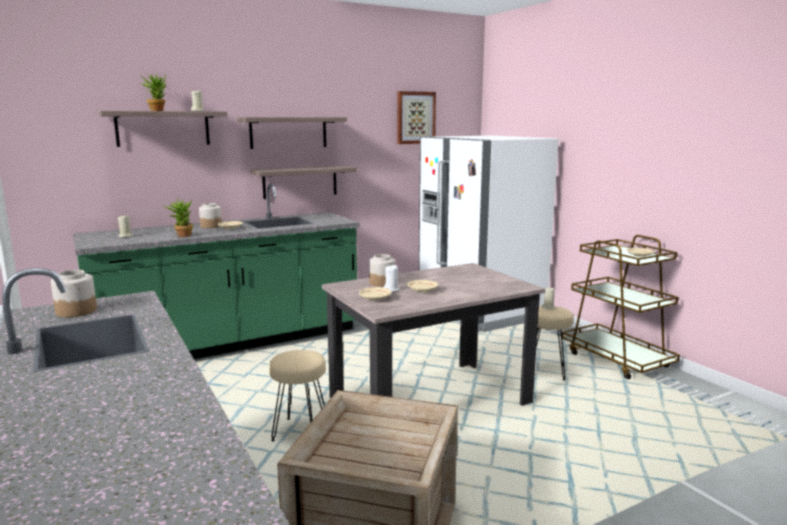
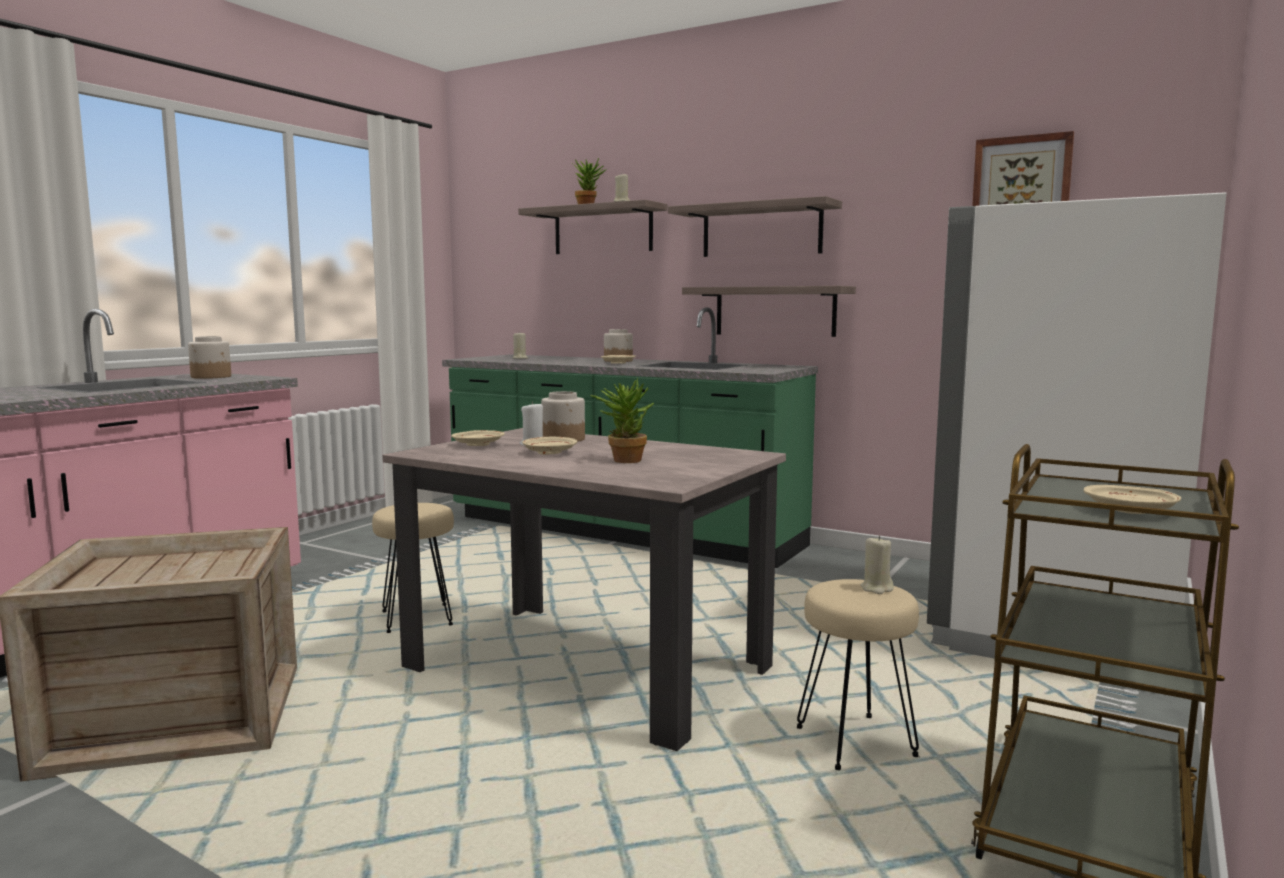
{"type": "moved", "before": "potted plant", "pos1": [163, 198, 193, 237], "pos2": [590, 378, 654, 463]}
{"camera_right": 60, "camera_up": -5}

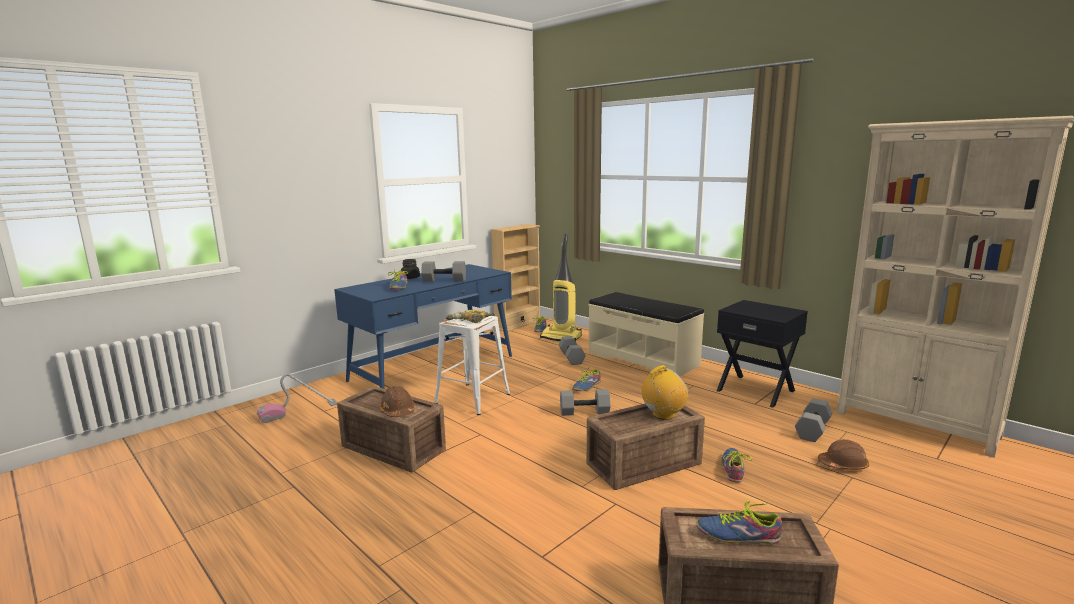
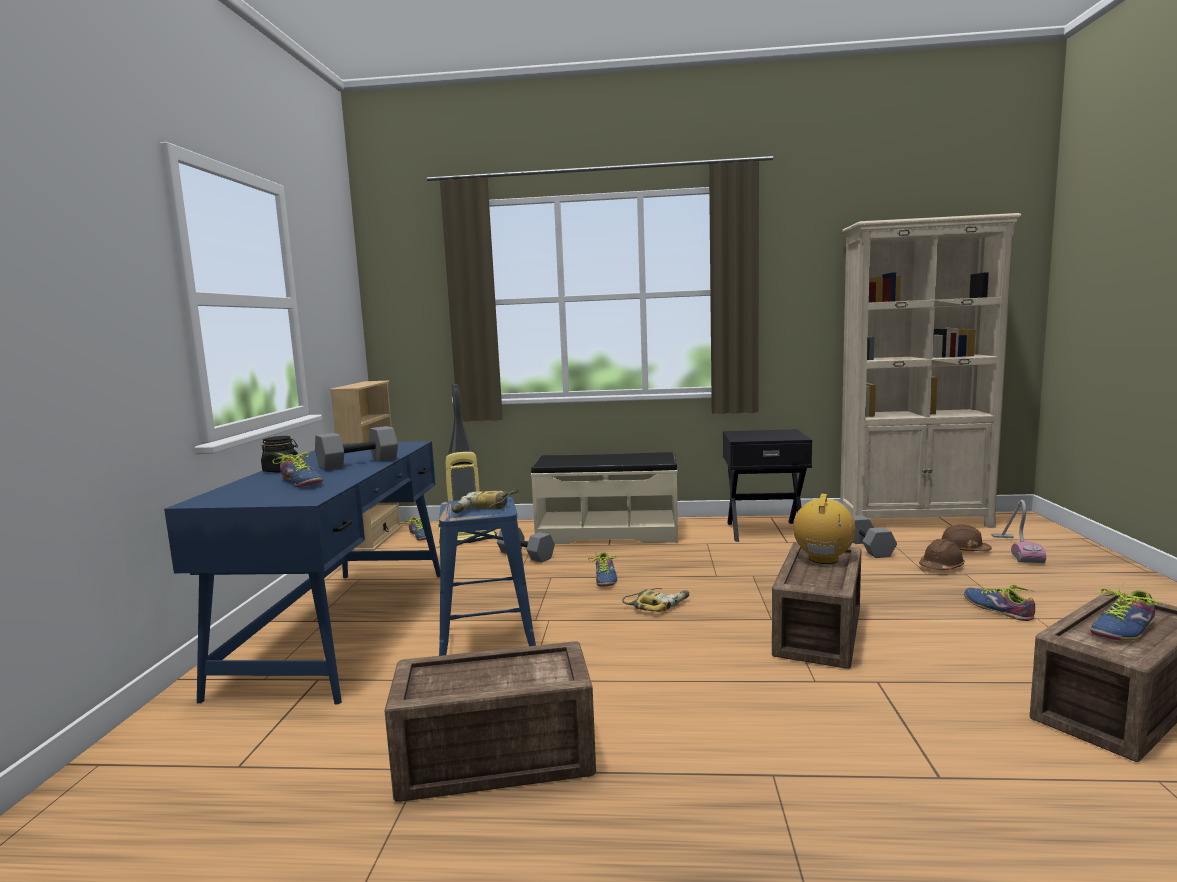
{"type": "recoloured", "before": "white stool", "after": "blue stool", "pos1": [434, 316, 510, 415], "pos2": [439, 497, 536, 656]}
{"type": "moved", "before": "vacuum cleaner", "pos1": [257, 373, 337, 423], "pos2": [991, 500, 1046, 563]}
{"type": "moved", "before": "brown hard hat", "pos1": [379, 386, 414, 417], "pos2": [941, 524, 992, 551]}
{"type": "replaced", "before": "grey dumbbell", "after": "power drill", "pos1": [560, 389, 610, 416], "pos2": [622, 588, 689, 612]}
{"type": "moved", "before": "shoe", "pos1": [721, 448, 752, 483], "pos2": [964, 585, 1035, 621]}
{"camera_right": -40, "camera_up": -5}

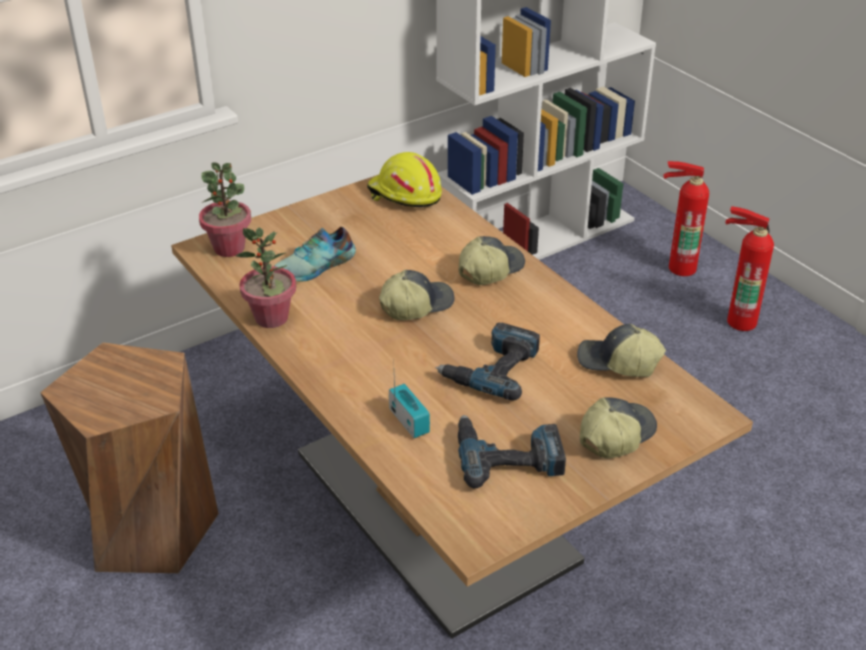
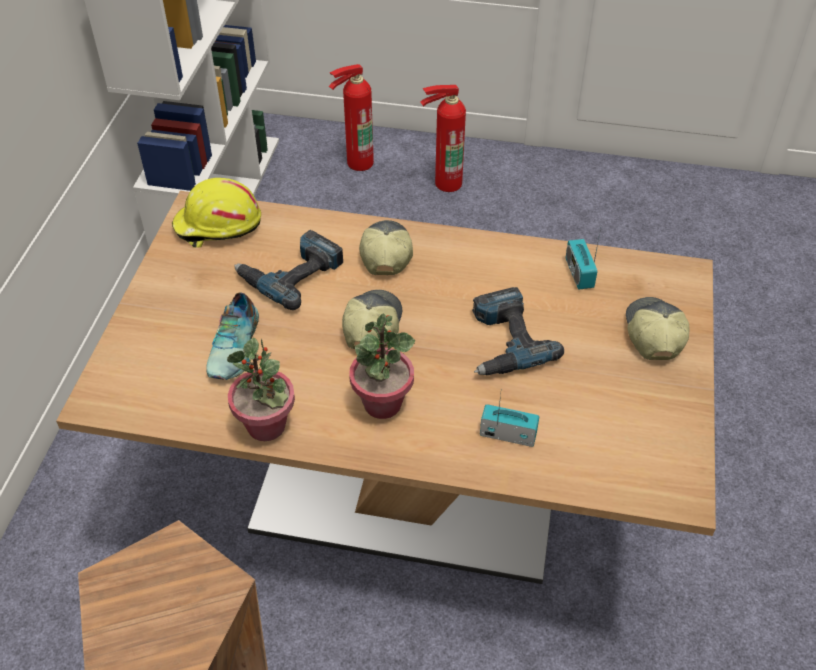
{"type": "moved", "before": "potted plant", "pos1": [199, 162, 251, 257], "pos2": [349, 313, 415, 419]}
{"type": "replaced", "before": "cap", "after": "radio", "pos1": [577, 324, 666, 377], "pos2": [566, 228, 601, 290]}
{"type": "moved", "before": "power drill", "pos1": [458, 415, 566, 488], "pos2": [234, 230, 343, 310]}
{"camera_right": -45, "camera_up": 10}

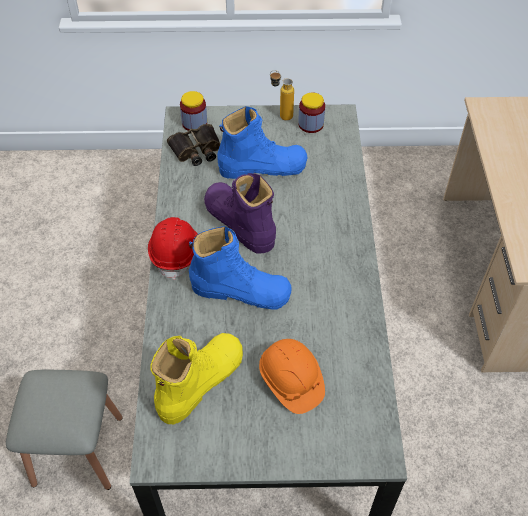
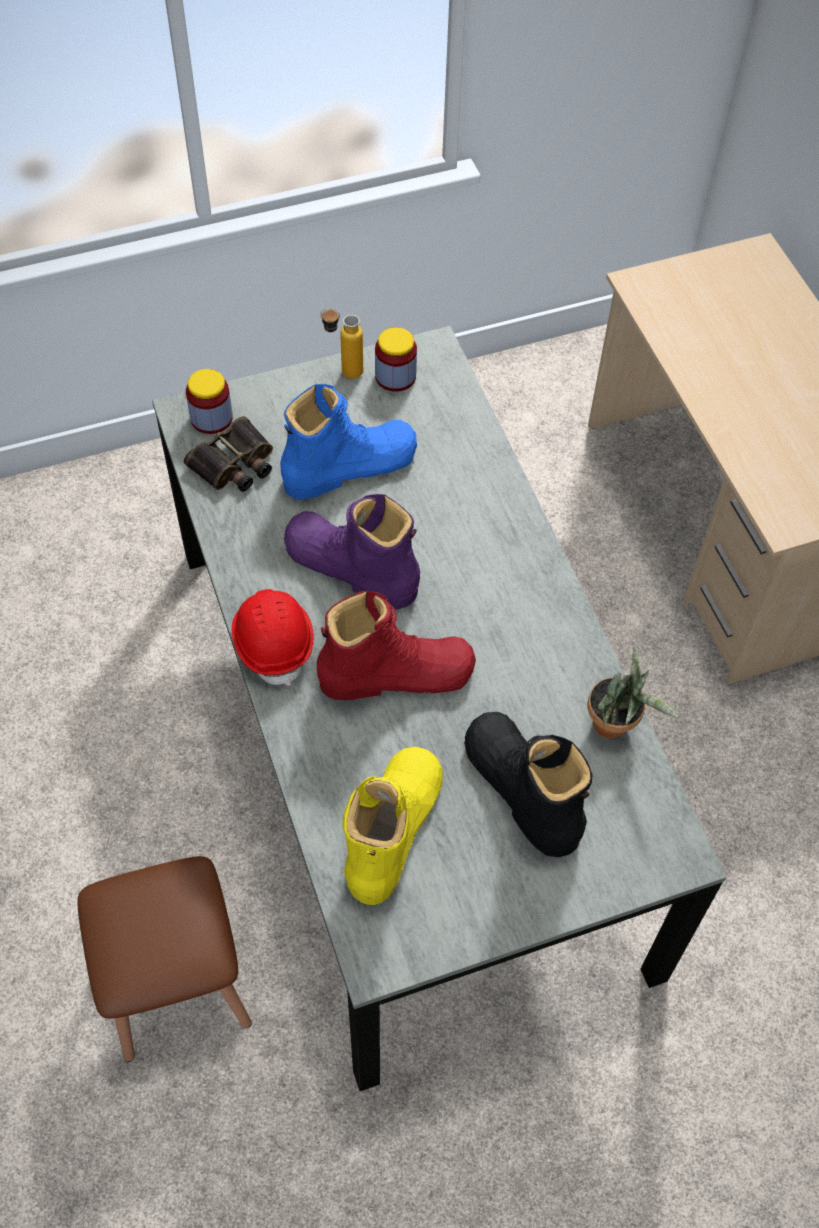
{"type": "recoloured", "before": "blue boot", "after": "red boot", "pos1": [189, 226, 292, 310], "pos2": [317, 591, 476, 700]}
{"type": "replaced", "before": "orange hard hat", "after": "black boot", "pos1": [259, 339, 325, 414], "pos2": [464, 712, 593, 857]}
{"type": "recoloured", "before": "grey stool", "after": "brown stool", "pos1": [6, 370, 123, 490], "pos2": [77, 856, 252, 1062]}
{"type": "added", "after": "potted plant", "pos2": [588, 647, 678, 739]}
{"camera_right": -20, "camera_up": 5}

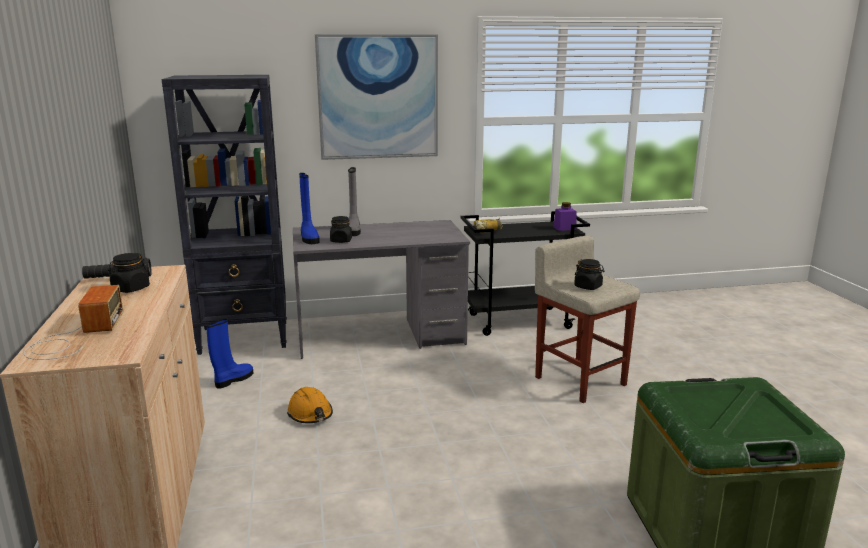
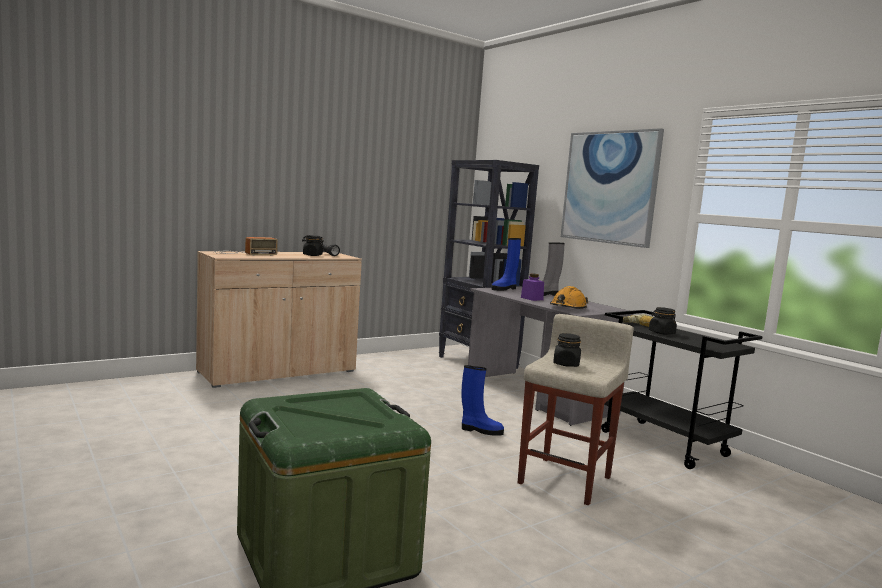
{"type": "moved", "before": "purple jar", "pos1": [554, 202, 577, 231], "pos2": [521, 274, 544, 301]}
{"type": "moved", "before": "black jar", "pos1": [330, 216, 352, 243], "pos2": [649, 307, 677, 335]}
{"type": "moved", "before": "blue boot", "pos1": [206, 319, 254, 389], "pos2": [461, 365, 504, 436]}
{"type": "moved", "before": "orange hard hat", "pos1": [287, 387, 333, 423], "pos2": [550, 286, 588, 310]}
{"camera_right": 65, "camera_up": -10}

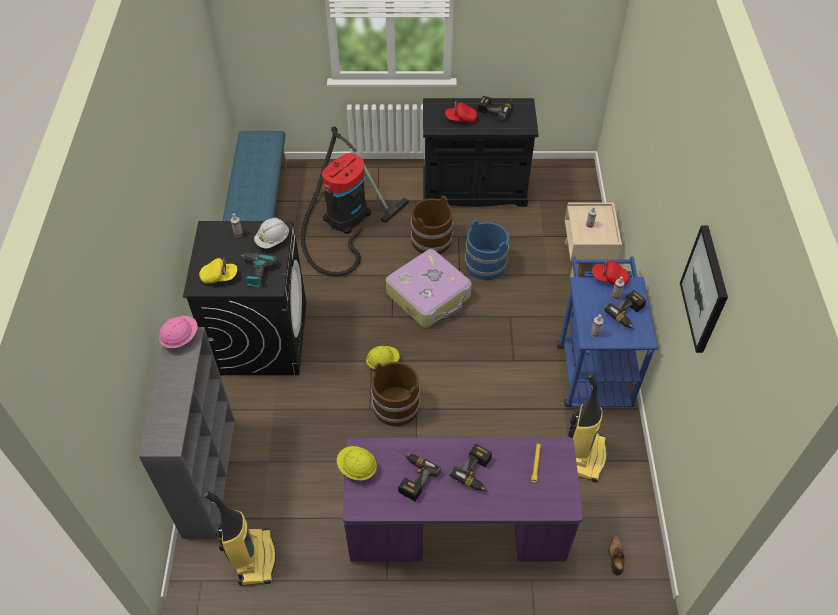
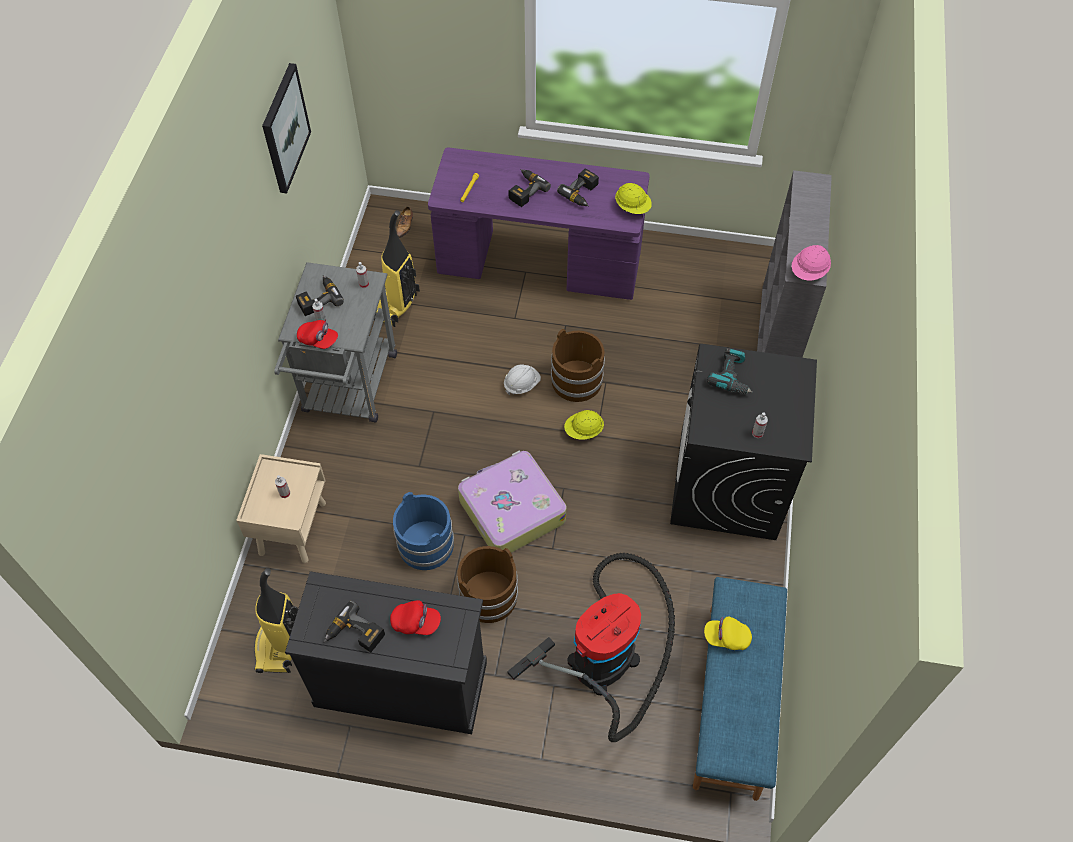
{"type": "moved", "before": "white hard hat", "pos1": [254, 218, 289, 249], "pos2": [504, 365, 541, 395]}
{"type": "recoloured", "before": "blue cart", "after": "grey cart", "pos1": [557, 257, 658, 407], "pos2": [274, 262, 397, 423]}
{"type": "moved", "before": "yellow cap", "pos1": [199, 258, 237, 284], "pos2": [704, 616, 752, 650]}
{"type": "moved", "before": "vacuum cleaner", "pos1": [203, 490, 276, 586], "pos2": [254, 568, 298, 673]}
{"camera_right": -170, "camera_up": 5}

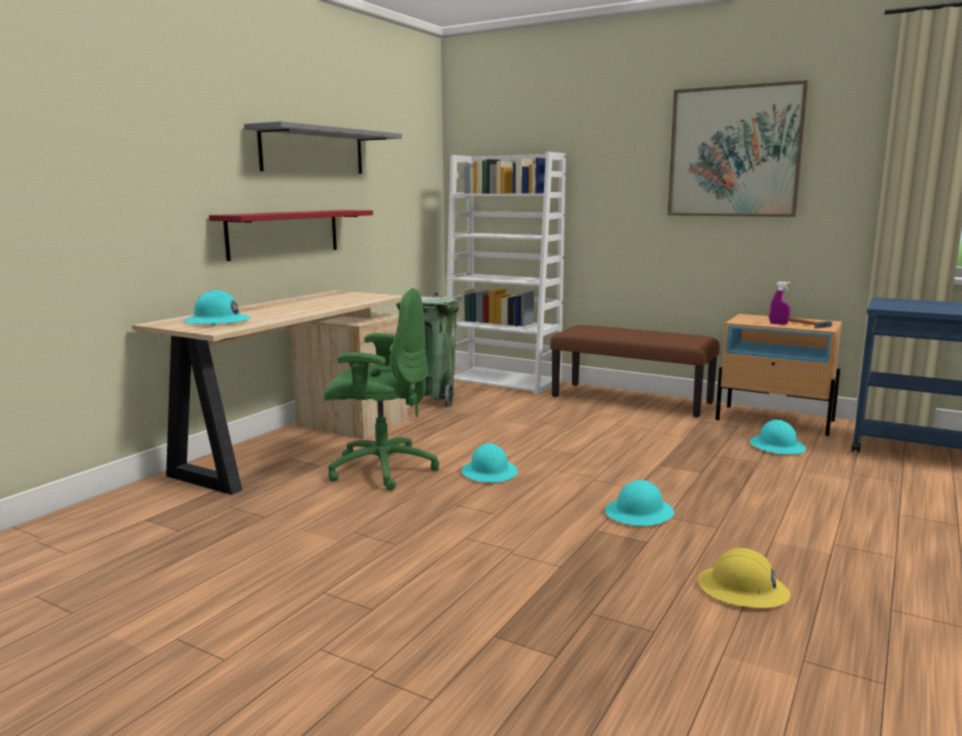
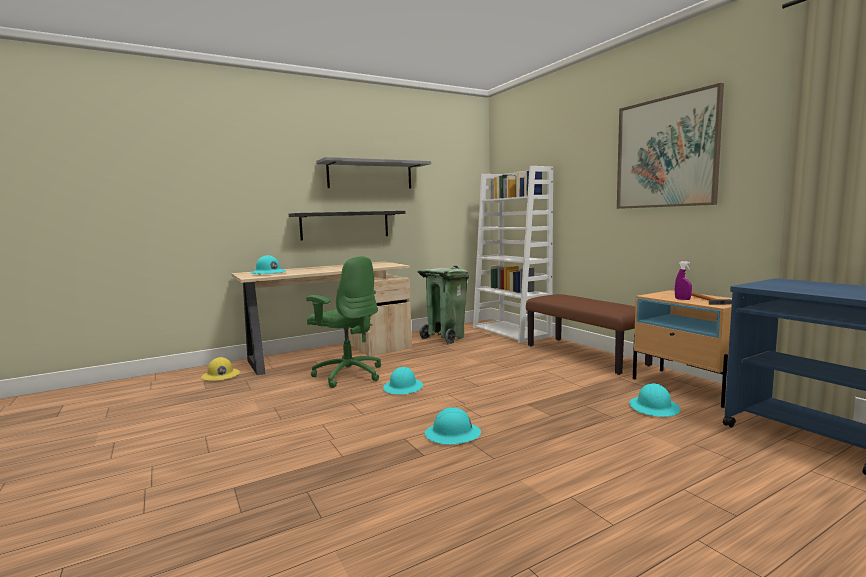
{"type": "recoloured", "before": "red shelf", "after": "black shelf", "pos1": [209, 210, 373, 261], "pos2": [289, 211, 406, 240]}
{"type": "moved", "before": "yellow hard hat", "pos1": [698, 548, 791, 608], "pos2": [201, 357, 240, 381]}
{"camera_right": 30, "camera_up": -5}

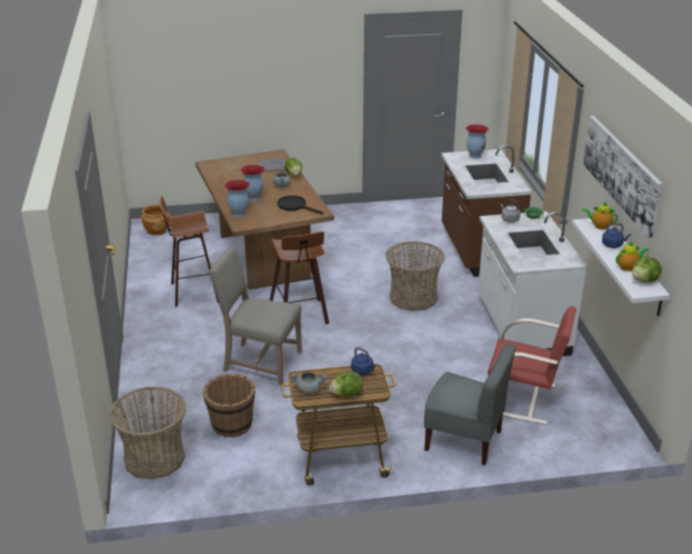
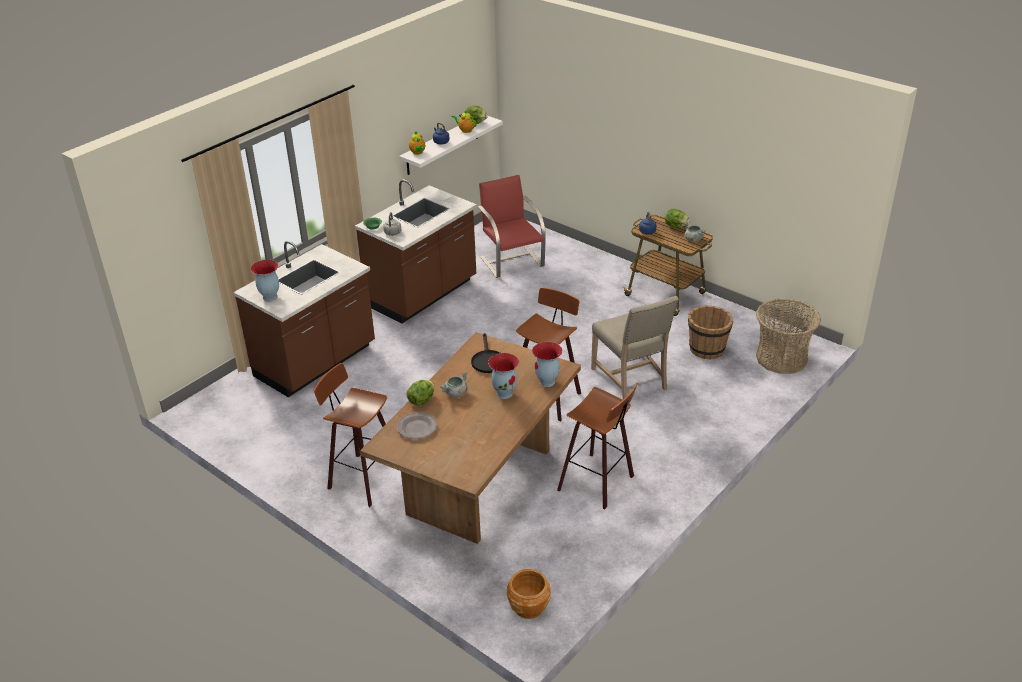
{"type": "removed", "before": "picture", "pos1": [583, 116, 663, 238]}
{"type": "recoloured", "before": "white counter", "after": "brown counter", "pos1": [478, 211, 587, 356], "pos2": [355, 179, 477, 324]}
{"type": "removed", "before": "basket", "pos1": [385, 241, 445, 311]}
{"type": "removed", "before": "grey chair", "pos1": [424, 344, 516, 465]}
{"type": "added", "after": "stool", "pos2": [314, 363, 387, 507]}
{"camera_right": -130, "camera_up": 5}

